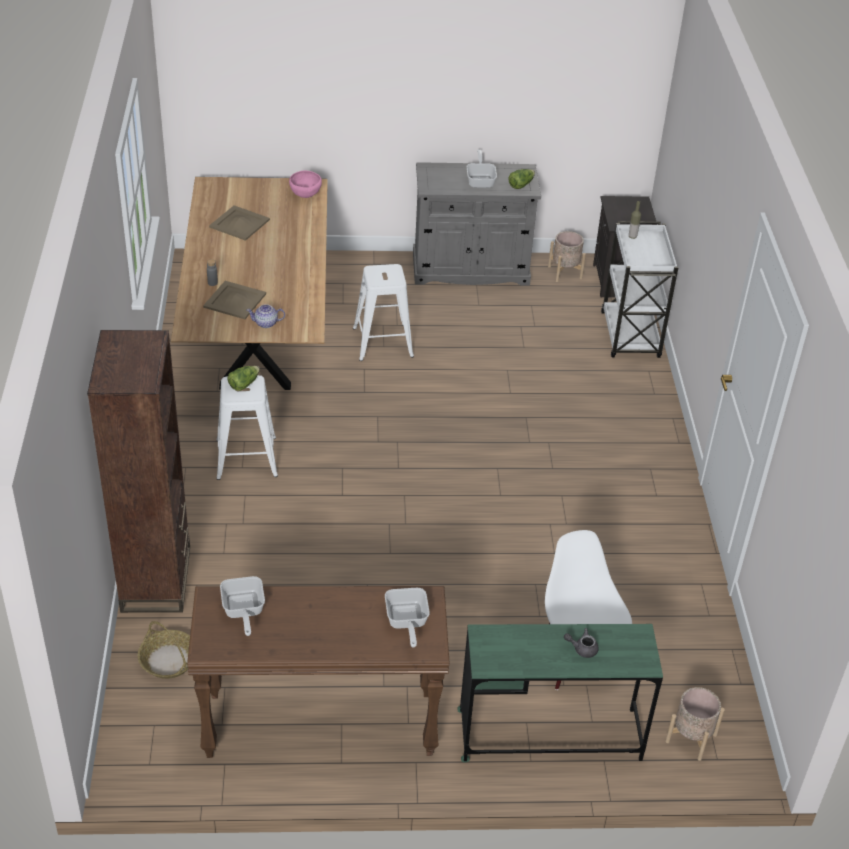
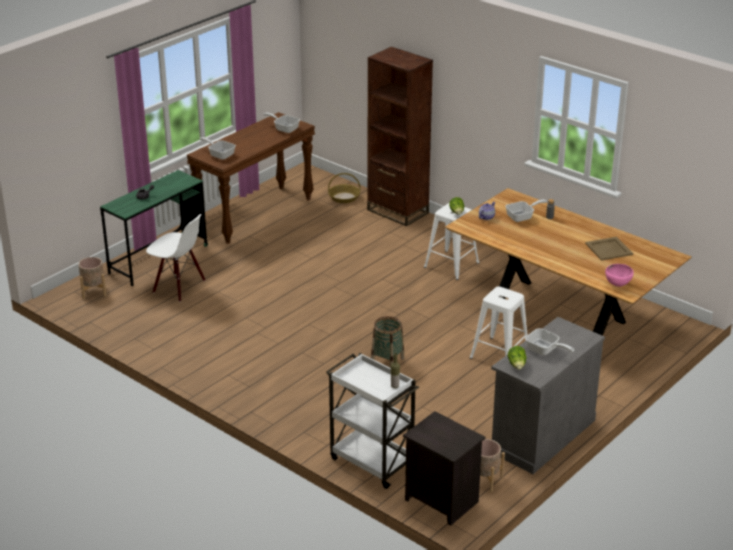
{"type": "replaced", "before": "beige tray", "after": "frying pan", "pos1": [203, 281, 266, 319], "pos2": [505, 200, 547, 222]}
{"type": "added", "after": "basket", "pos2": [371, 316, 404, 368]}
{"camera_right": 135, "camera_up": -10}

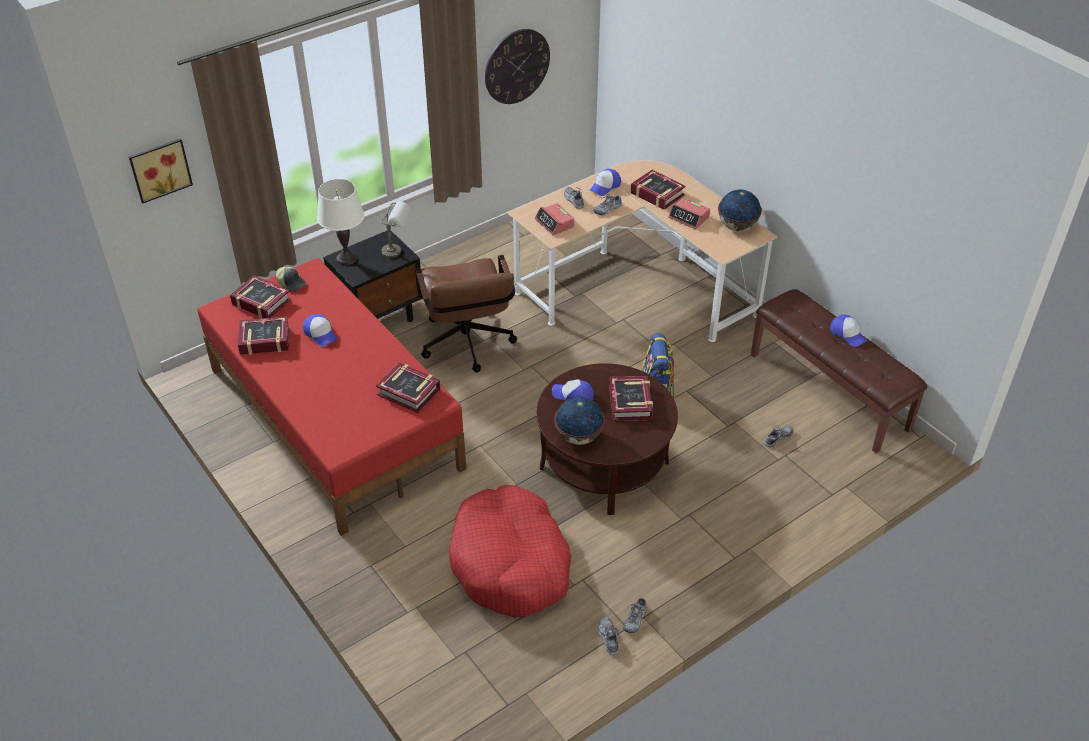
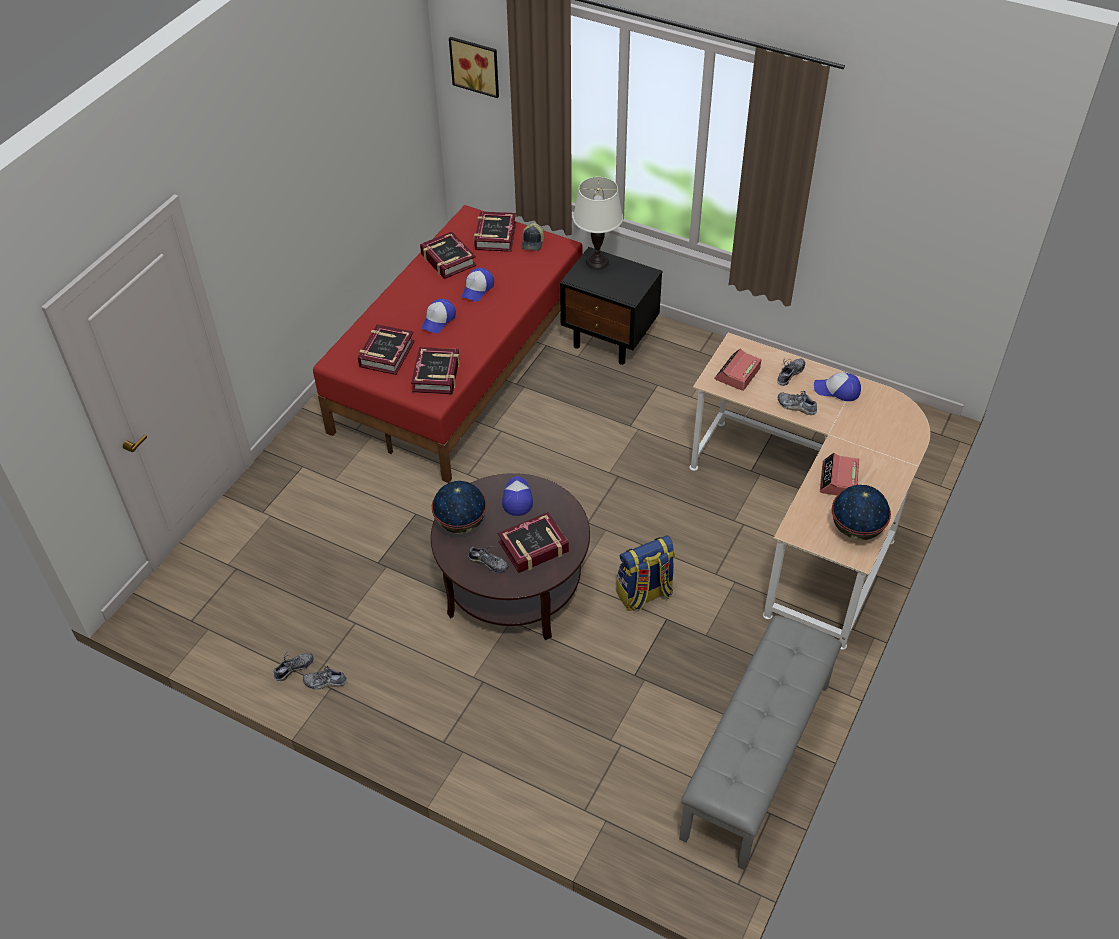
{"type": "removed", "before": "wall clock", "pos1": [485, 29, 550, 104]}
{"type": "moved", "before": "book", "pos1": [631, 170, 686, 210], "pos2": [357, 324, 415, 375]}
{"type": "removed", "before": "grey table lamp", "pos1": [381, 201, 412, 258]}
{"type": "removed", "before": "brown office chair", "pos1": [415, 255, 517, 372]}
{"type": "recoloured", "before": "brown bench", "after": "grey bench", "pos1": [751, 289, 928, 453], "pos2": [679, 615, 842, 870]}
{"type": "moved", "before": "cap", "pos1": [830, 314, 867, 347], "pos2": [421, 299, 456, 334]}
{"type": "moved", "before": "shoe", "pos1": [764, 425, 793, 447], "pos2": [468, 546, 509, 573]}
{"type": "removed", "before": "red dog bed", "pos1": [449, 485, 571, 617]}
{"camera_right": 65, "camera_up": 5}

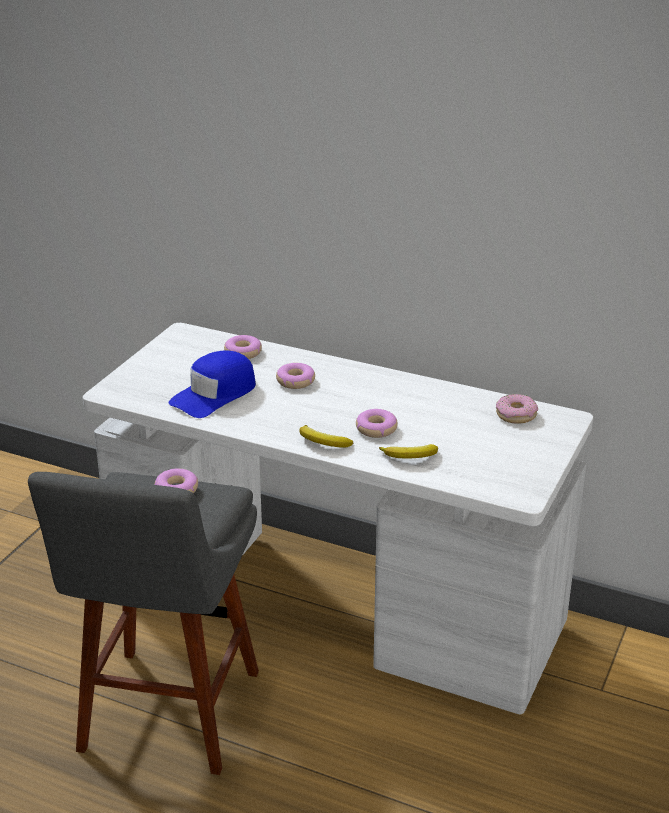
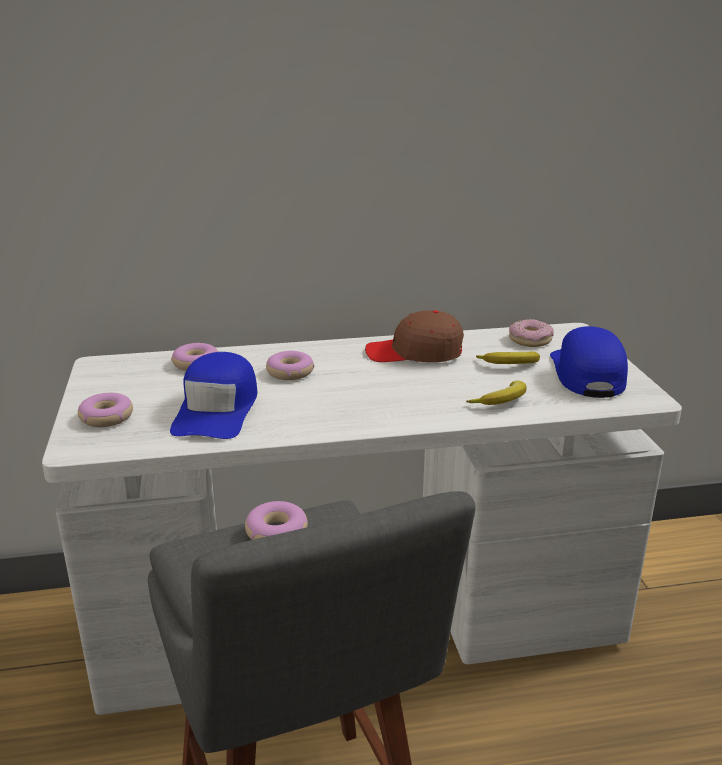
{"type": "moved", "before": "donut", "pos1": [356, 409, 398, 438], "pos2": [78, 393, 133, 427]}
{"type": "moved", "before": "banana", "pos1": [300, 425, 354, 448], "pos2": [476, 352, 540, 364]}
{"type": "added", "after": "brown cap", "pos2": [365, 310, 464, 362]}
{"type": "added", "after": "blue cap", "pos2": [550, 326, 628, 398]}
{"camera_right": -35, "camera_up": -5}

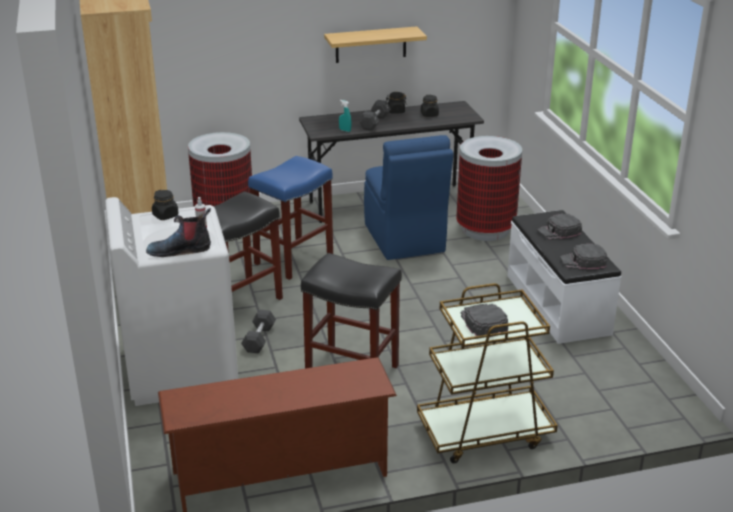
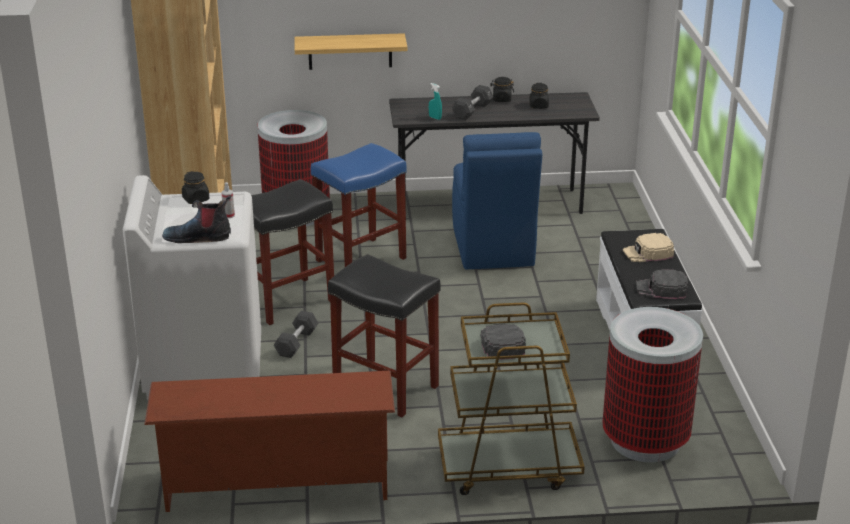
{"type": "moved", "before": "shelf", "pos1": [324, 26, 427, 63], "pos2": [295, 33, 407, 70]}
{"type": "moved", "before": "trash can", "pos1": [456, 136, 522, 241], "pos2": [603, 307, 703, 462]}
{"type": "recoloured", "before": "black cap", "after": "beige cap", "pos1": [537, 213, 582, 240], "pos2": [623, 233, 674, 262]}
{"camera_right": 10, "camera_up": 0}

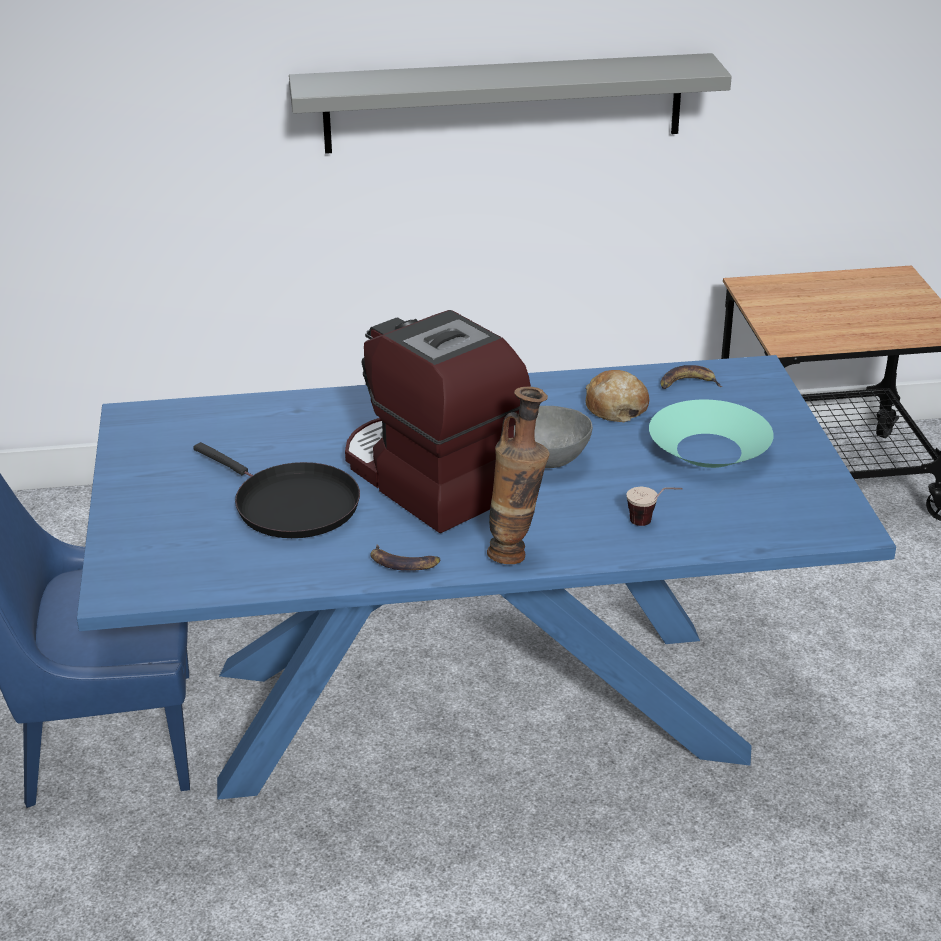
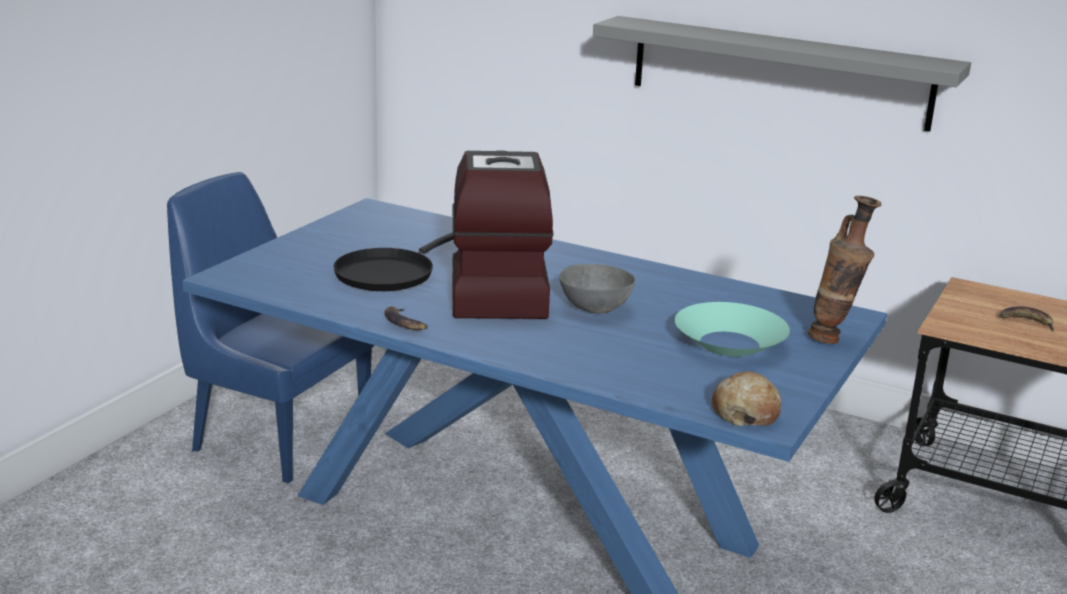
{"type": "moved", "before": "banana", "pos1": [660, 365, 723, 389], "pos2": [999, 306, 1054, 331]}
{"type": "moved", "before": "bread", "pos1": [585, 370, 649, 422], "pos2": [712, 371, 781, 426]}
{"type": "moved", "before": "vase", "pos1": [487, 387, 549, 564], "pos2": [808, 196, 881, 344]}
{"type": "turned", "before": "black frying pan", "pos1": [193, 442, 360, 538], "pos2": [333, 233, 454, 291], "turn": 45}
{"type": "removed", "before": "cup", "pos1": [626, 487, 683, 526]}
{"camera_right": 35, "camera_up": -10}

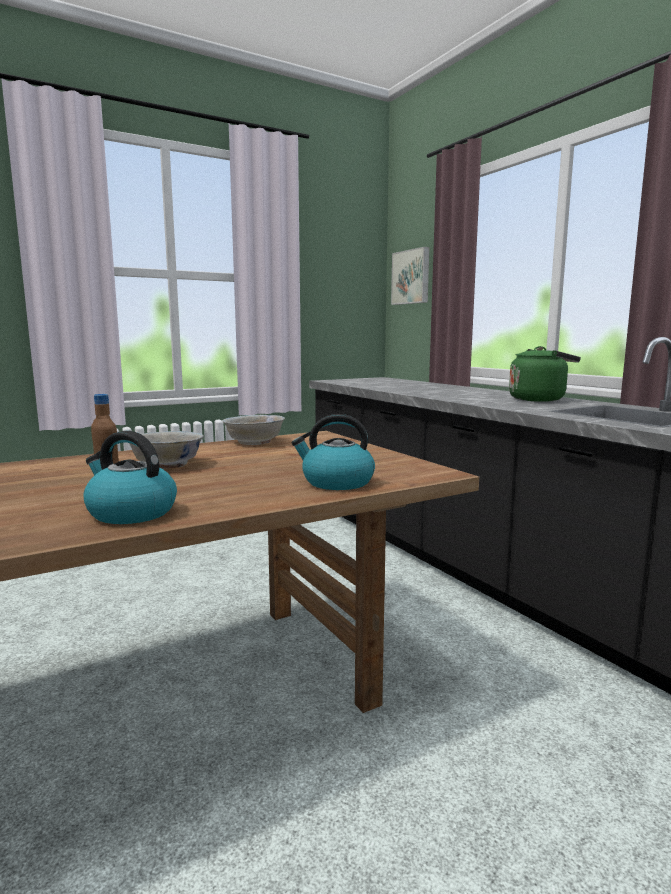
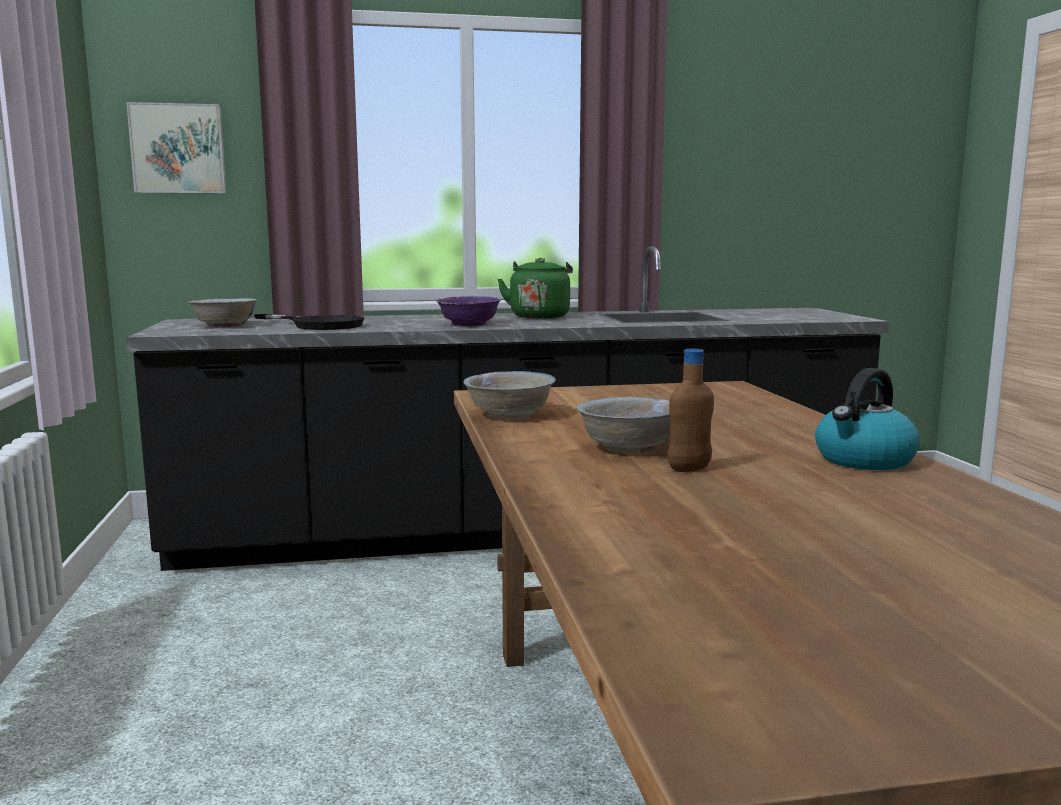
{"type": "removed", "before": "kettle", "pos1": [292, 414, 375, 490]}
{"type": "added", "after": "purple bowl", "pos2": [436, 296, 502, 326]}
{"type": "added", "after": "white bowl", "pos2": [189, 298, 257, 327]}
{"type": "added", "after": "black frying pan", "pos2": [254, 314, 364, 330]}
{"camera_right": -70, "camera_up": 0}

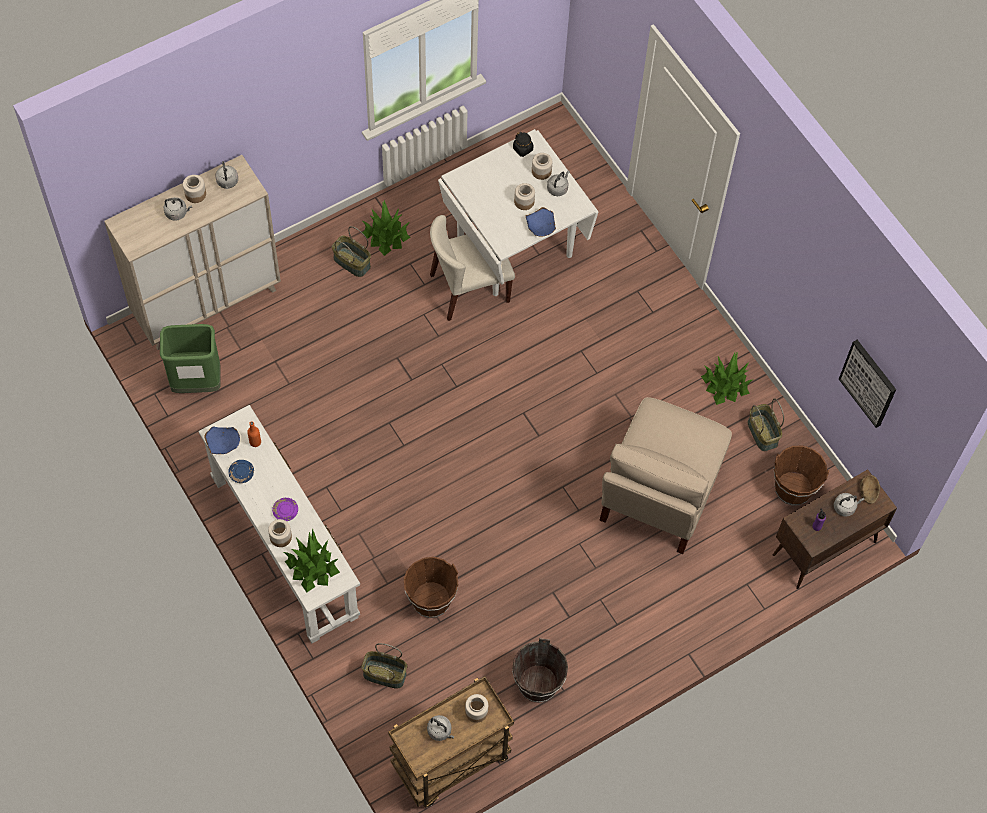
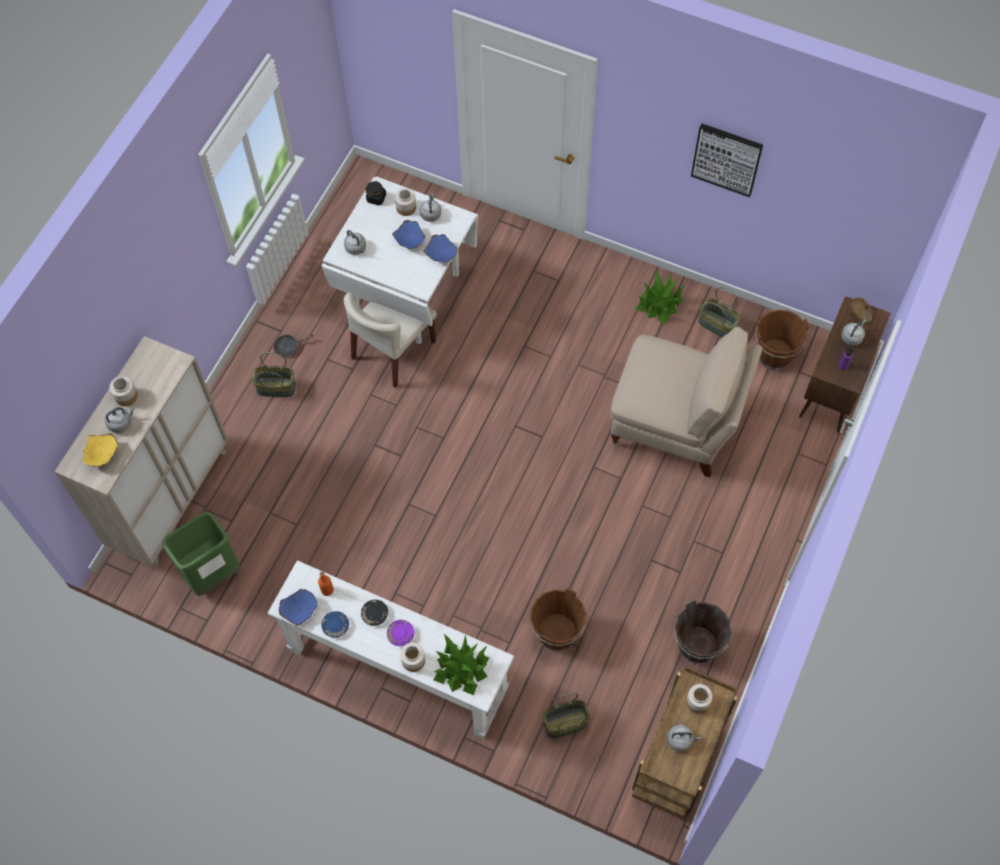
{"type": "moved", "before": "grey kettle", "pos1": [216, 161, 238, 189], "pos2": [344, 230, 366, 255]}
{"type": "replaced", "before": "jar", "after": "blue bowl", "pos1": [514, 183, 535, 210], "pos2": [392, 220, 426, 249]}
{"type": "replaced", "before": "potted plant", "after": "black frying pan", "pos1": [362, 200, 411, 256], "pos2": [274, 334, 314, 357]}
{"type": "moved", "before": "picture", "pos1": [839, 340, 896, 428], "pos2": [691, 123, 763, 197]}
{"type": "turned", "before": "beige chair", "pos1": [600, 397, 732, 554], "pos2": [611, 326, 762, 477], "turn": -60}
{"type": "added", "after": "yellow bowl", "pos2": [81, 433, 118, 467]}
{"type": "added", "after": "black plate", "pos2": [361, 600, 388, 626]}
{"camera_right": -30, "camera_up": 0}

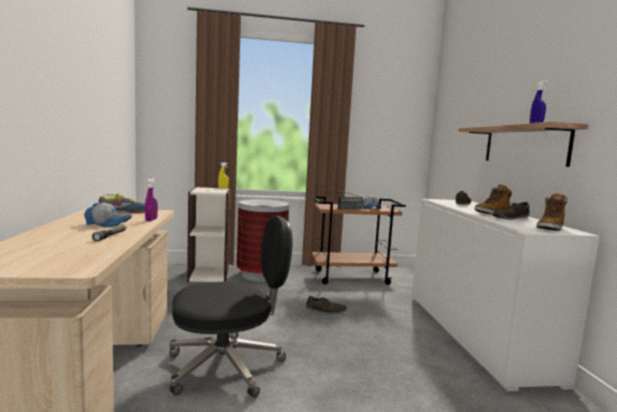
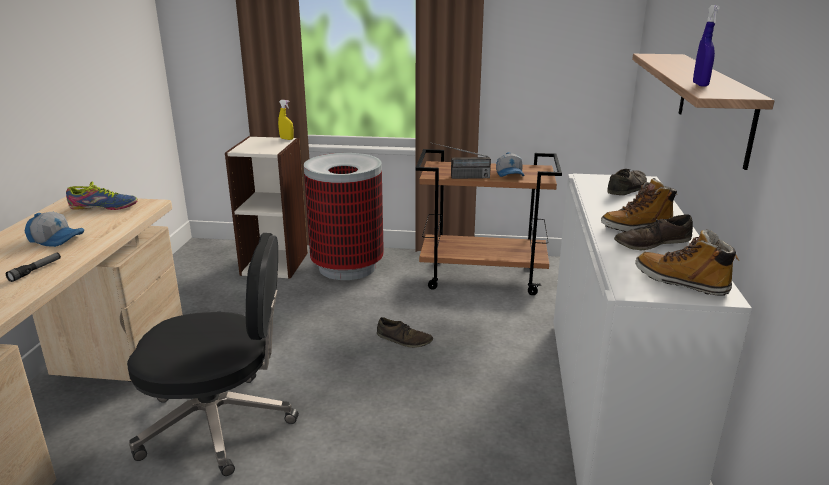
{"type": "removed", "before": "purple spray bottle", "pos1": [145, 178, 158, 221]}
{"type": "turned", "before": "boot", "pos1": [536, 193, 568, 231], "pos2": [635, 229, 739, 296], "turn": 75}
{"camera_right": 15, "camera_up": 15}

